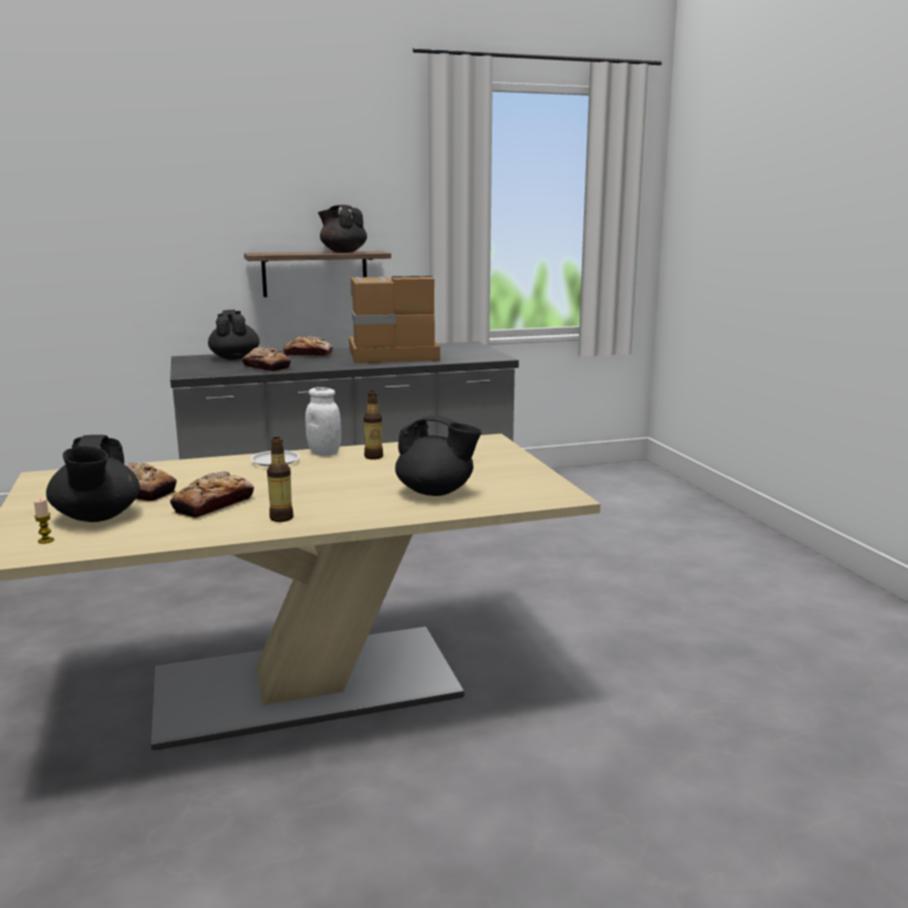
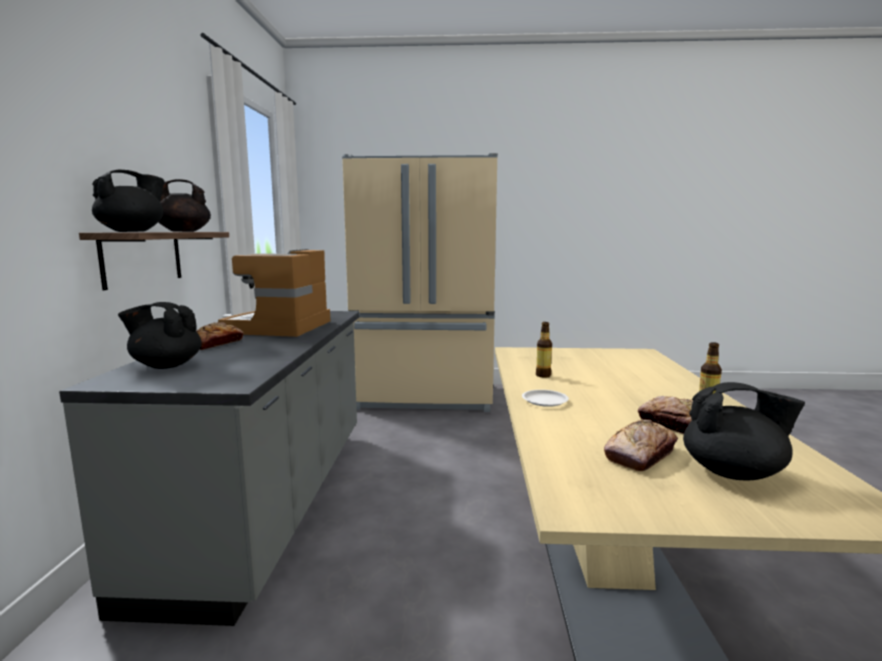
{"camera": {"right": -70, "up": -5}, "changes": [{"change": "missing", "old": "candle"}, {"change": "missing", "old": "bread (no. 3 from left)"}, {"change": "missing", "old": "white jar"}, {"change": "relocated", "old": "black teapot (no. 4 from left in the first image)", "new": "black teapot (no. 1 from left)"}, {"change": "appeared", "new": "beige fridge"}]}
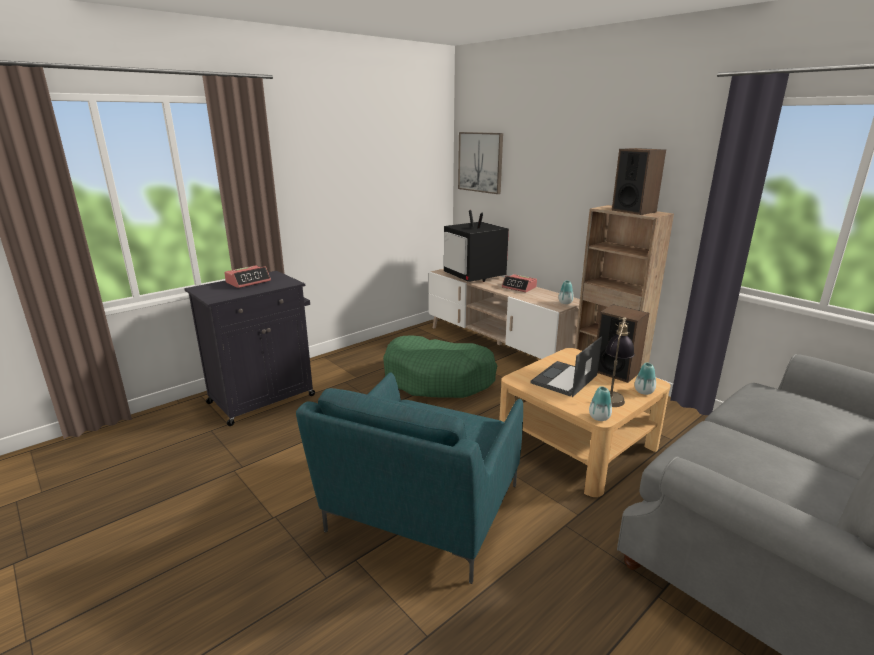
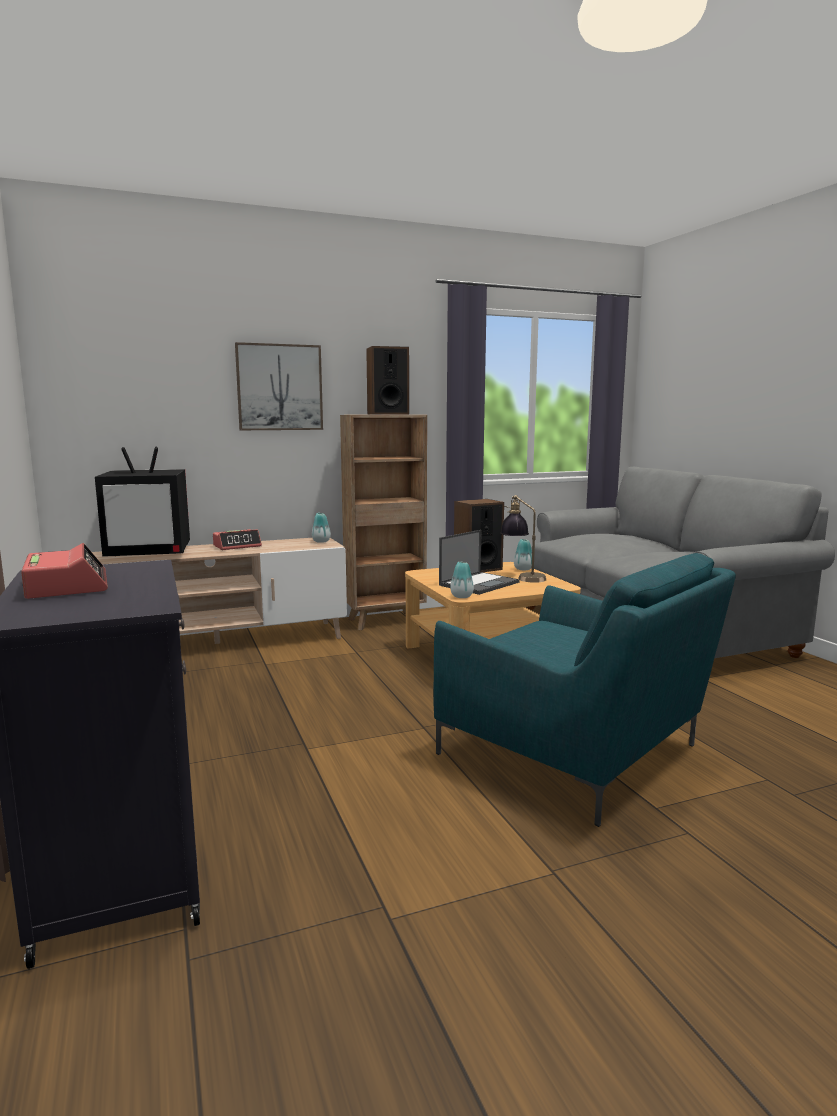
{"camera": {"right": -70, "up": -10}, "changes": [{"change": "missing", "old": "green dog bed"}, {"change": "relocated", "old": "picture"}, {"change": "spun", "old": "laptop", "degrees": -105}, {"change": "relocated", "old": "vase (no. 2 from left)"}]}
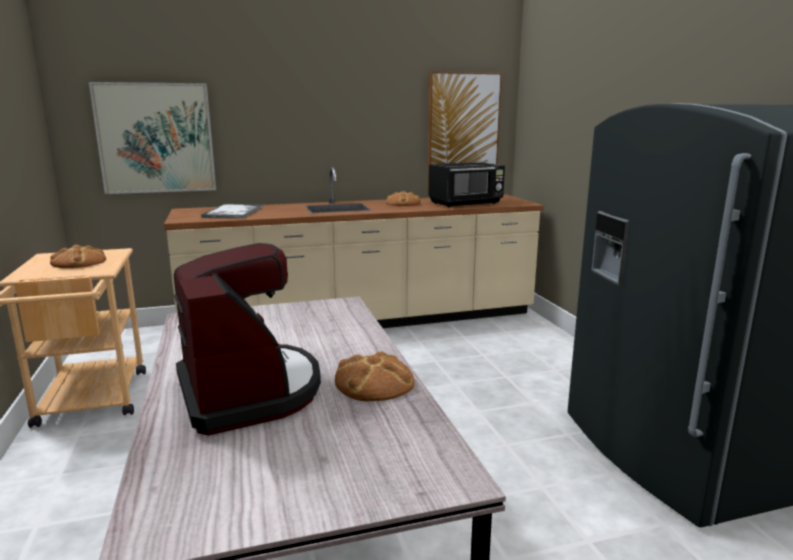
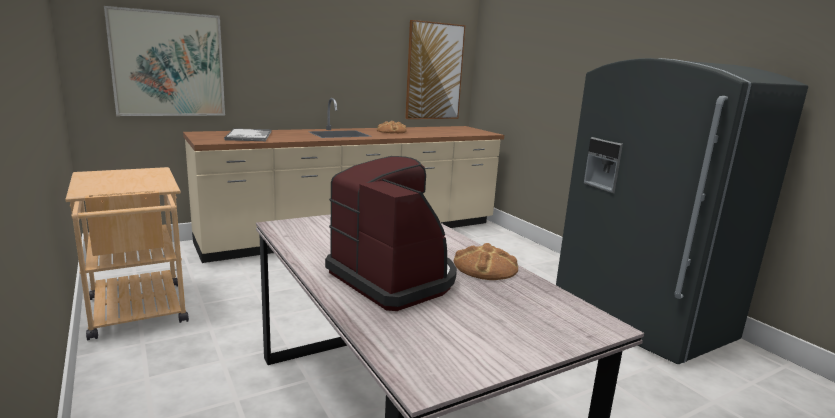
{"camera": {"right": -15, "up": 0}, "changes": [{"change": "missing", "old": "bread (no. 1 from left)"}, {"change": "missing", "old": "black microwave"}]}
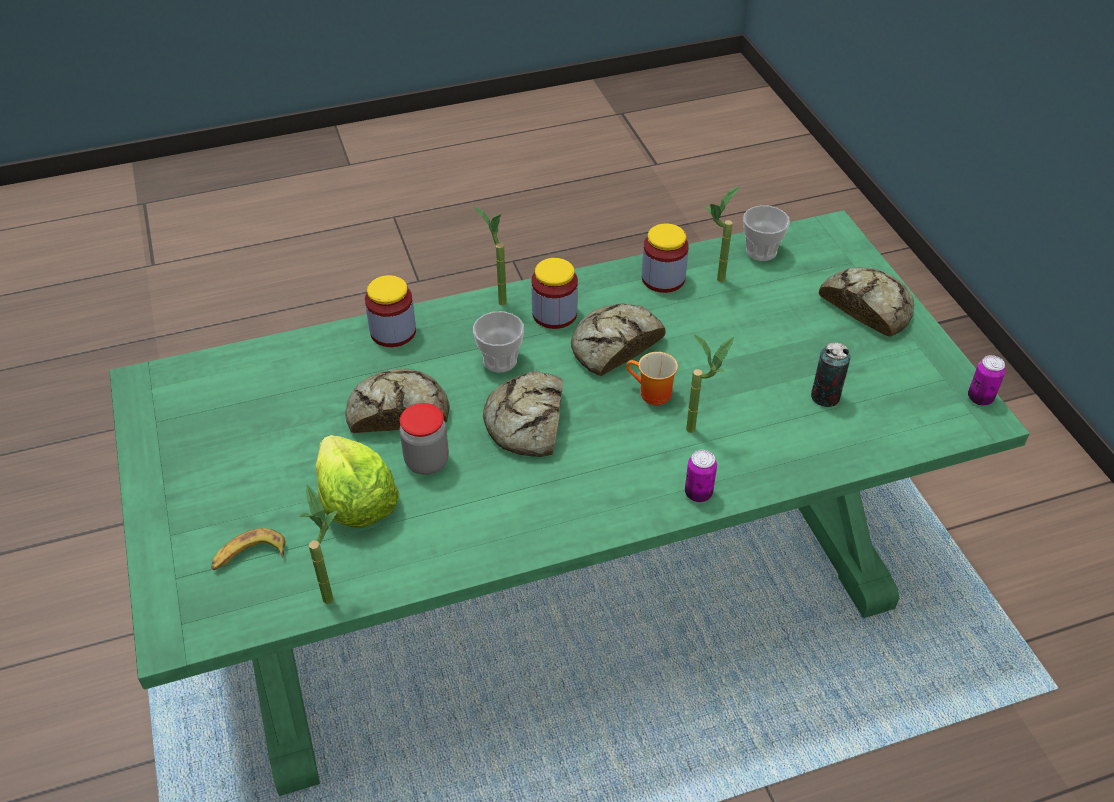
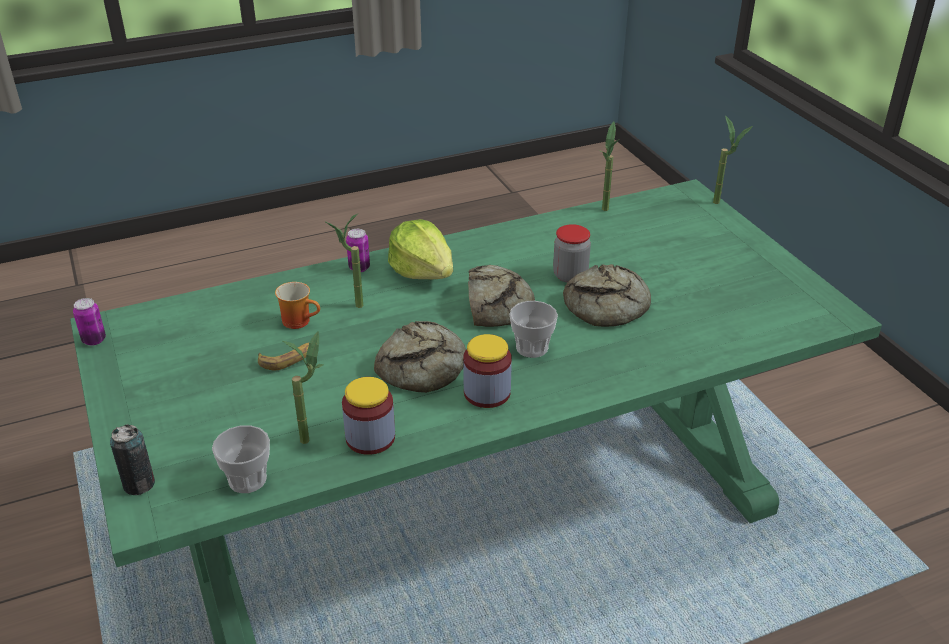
{"camera": {"right": 175, "up": -10}, "changes": [{"change": "relocated", "old": "banana"}, {"change": "relocated", "old": "lettuce"}, {"change": "missing", "old": "jar (no. 1 from left)"}, {"change": "relocated", "old": "potted plant (no. 2 from left in the first image)", "new": "potted plant (no. 4 from left)"}, {"change": "relocated", "old": "mug"}, {"change": "relocated", "old": "can (no. 2 from left)"}, {"change": "missing", "old": "bread (no. 4 from left)"}]}
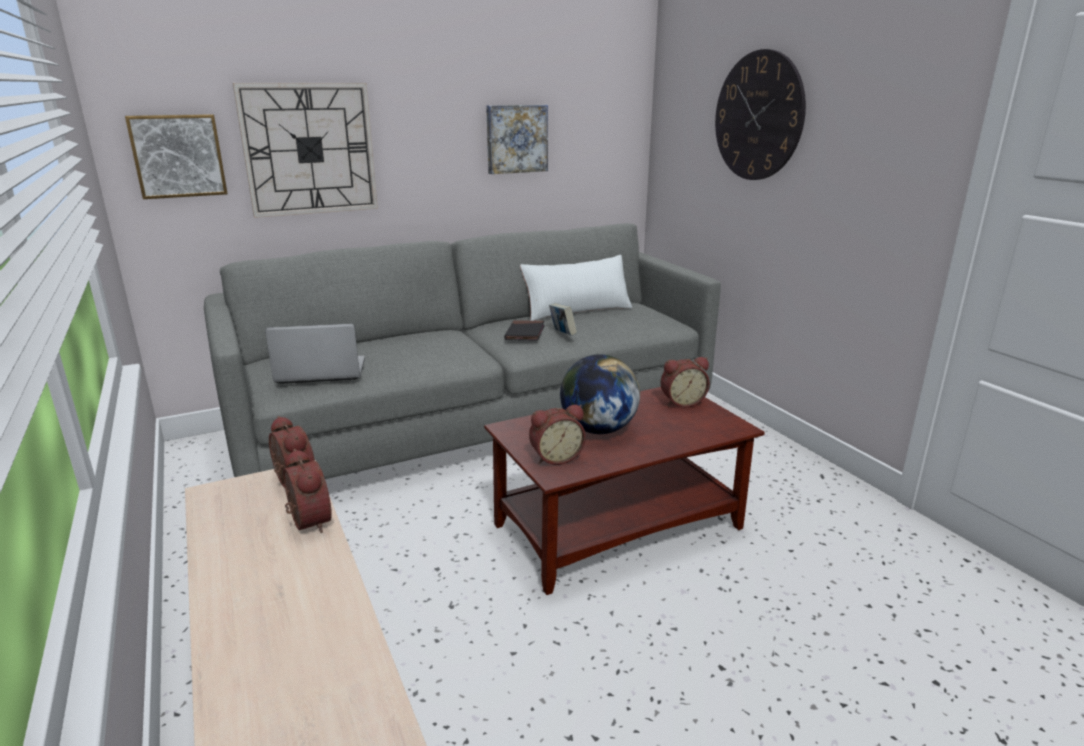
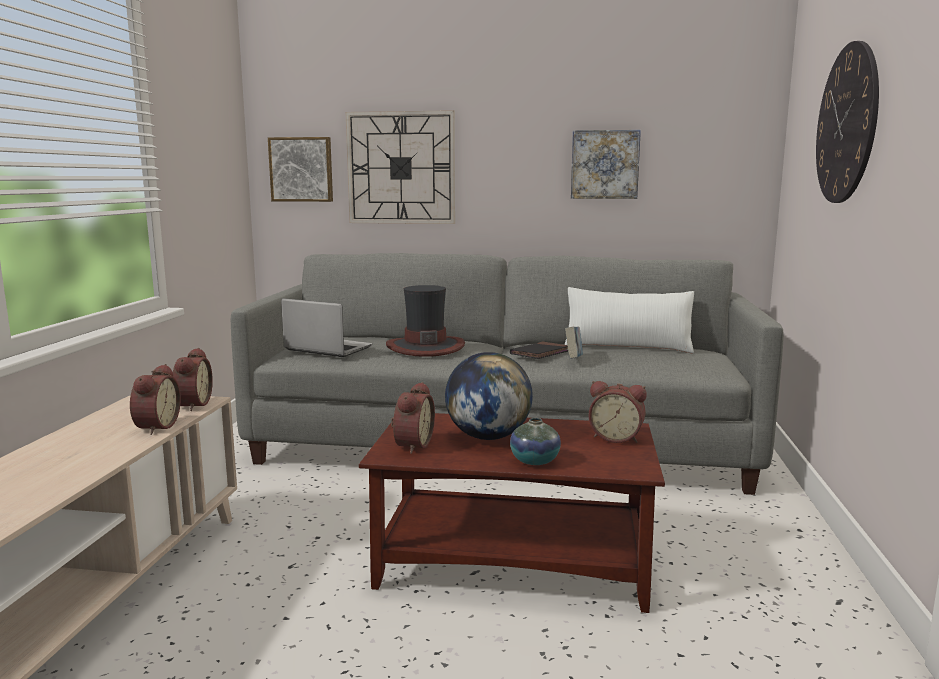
{"camera": {"right": 35, "up": -10}, "changes": [{"change": "spun", "old": "alarm clock (no. 3 from left)", "degrees": -90}, {"change": "appeared", "new": "hat"}, {"change": "appeared", "new": "vase"}]}
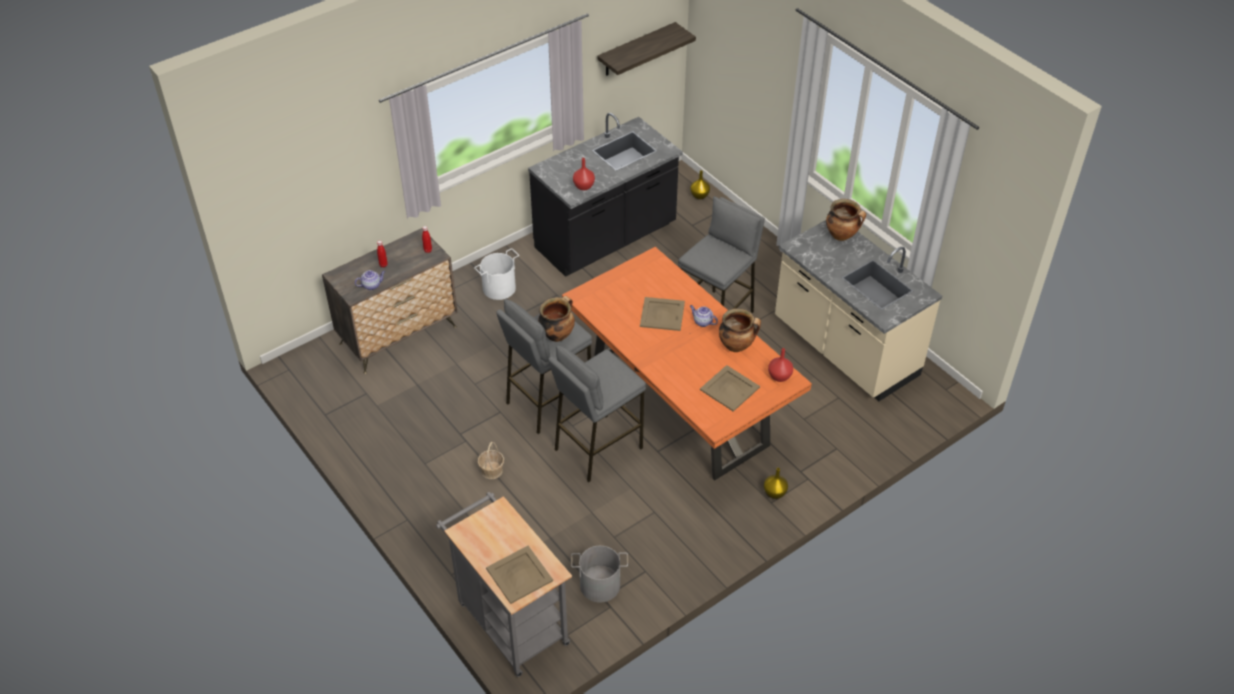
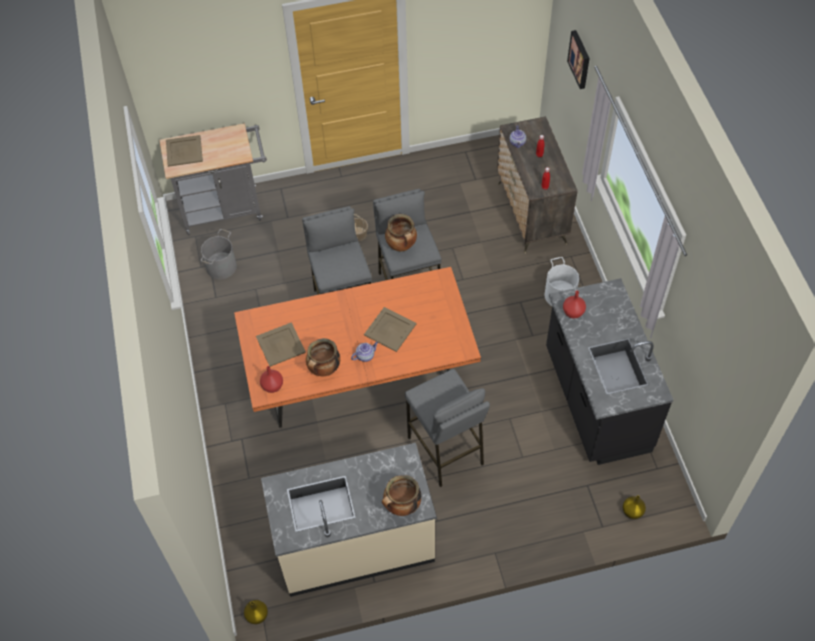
{"camera": {"right": 115, "up": 10}, "changes": [{"change": "missing", "old": "shelf"}, {"change": "relocated", "old": "yellow vase (no. 2 from left in the first image)", "new": "yellow vase (no. 1 from left)"}, {"change": "appeared", "new": "picture"}]}
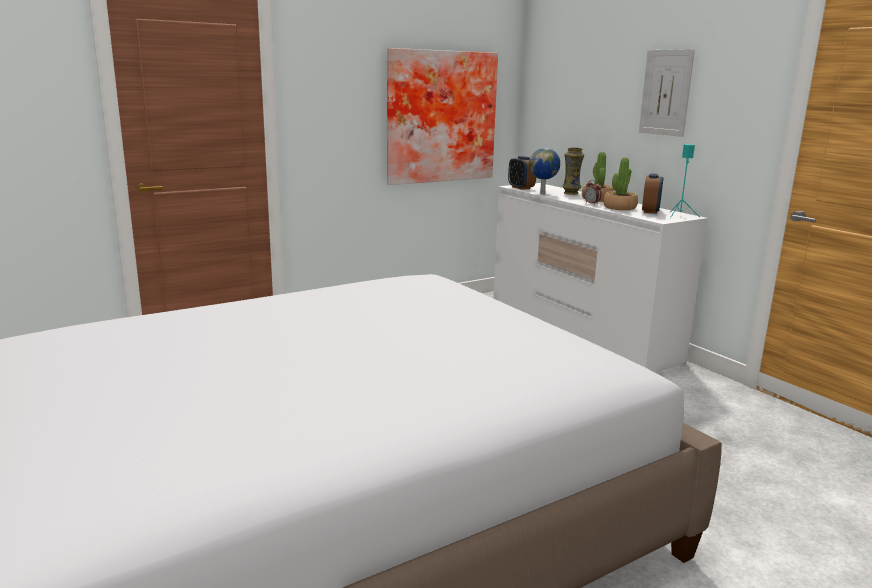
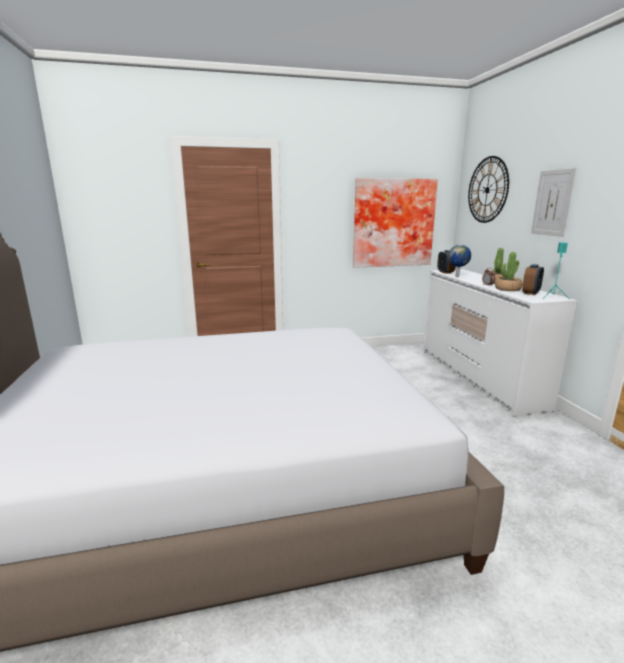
{"camera": {"right": 20, "up": 0}, "changes": [{"change": "missing", "old": "vase"}, {"change": "appeared", "new": "wall clock"}]}
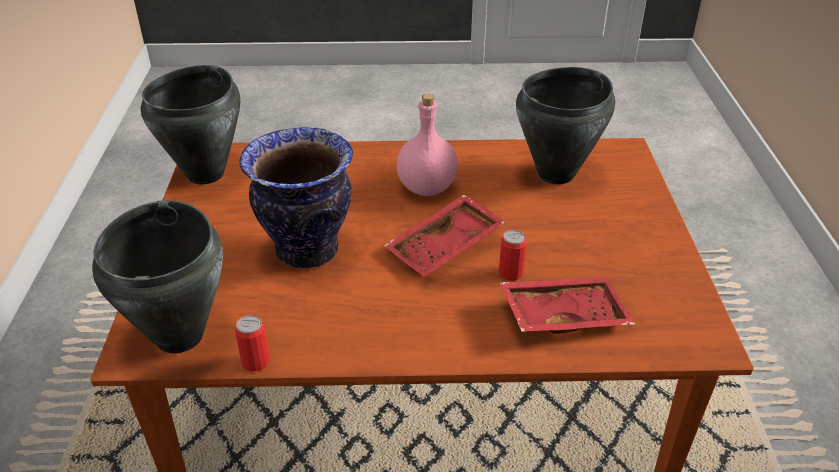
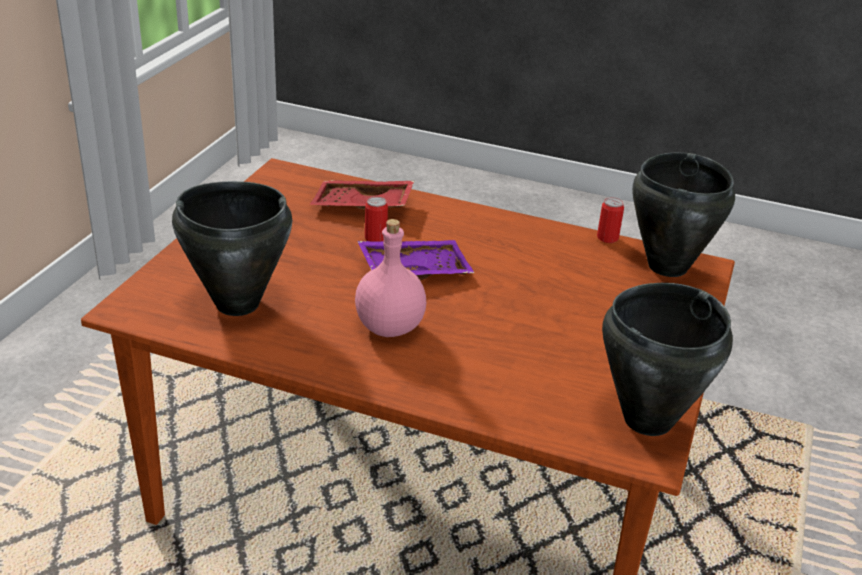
{"camera": {"right": -160, "up": -5}, "changes": [{"change": "missing", "old": "vase"}, {"change": "colour", "old": "red tray (no. 1 from left)", "new": "purple tray"}]}
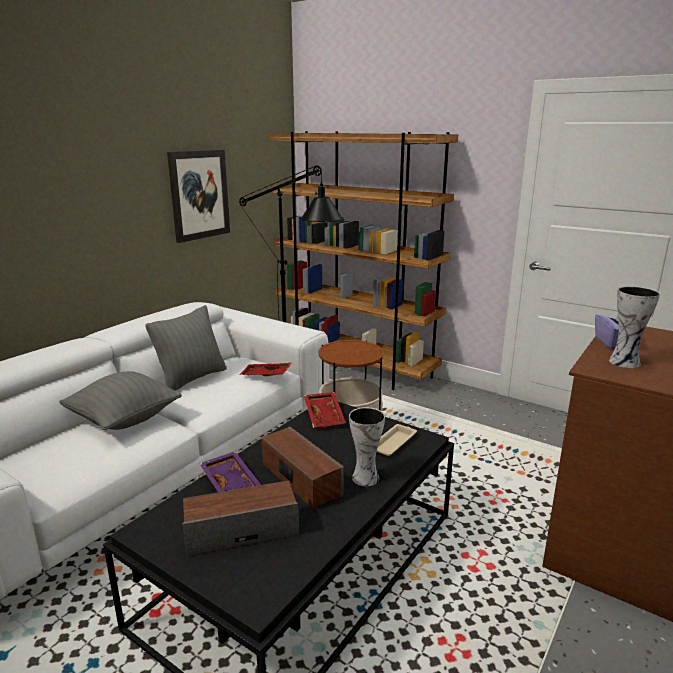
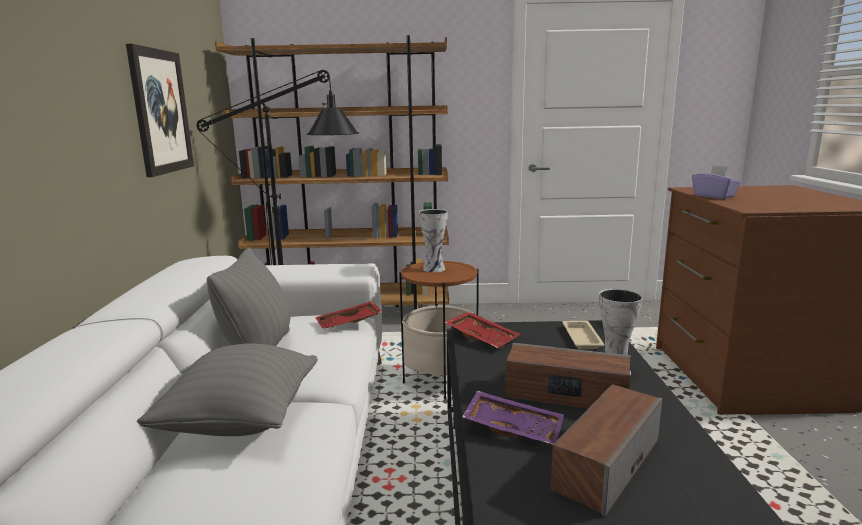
{"camera": {"right": -35, "up": -5}, "changes": [{"change": "relocated", "old": "vase (no. 2 from left in the first image)", "new": "vase (no. 1 from left)"}]}
